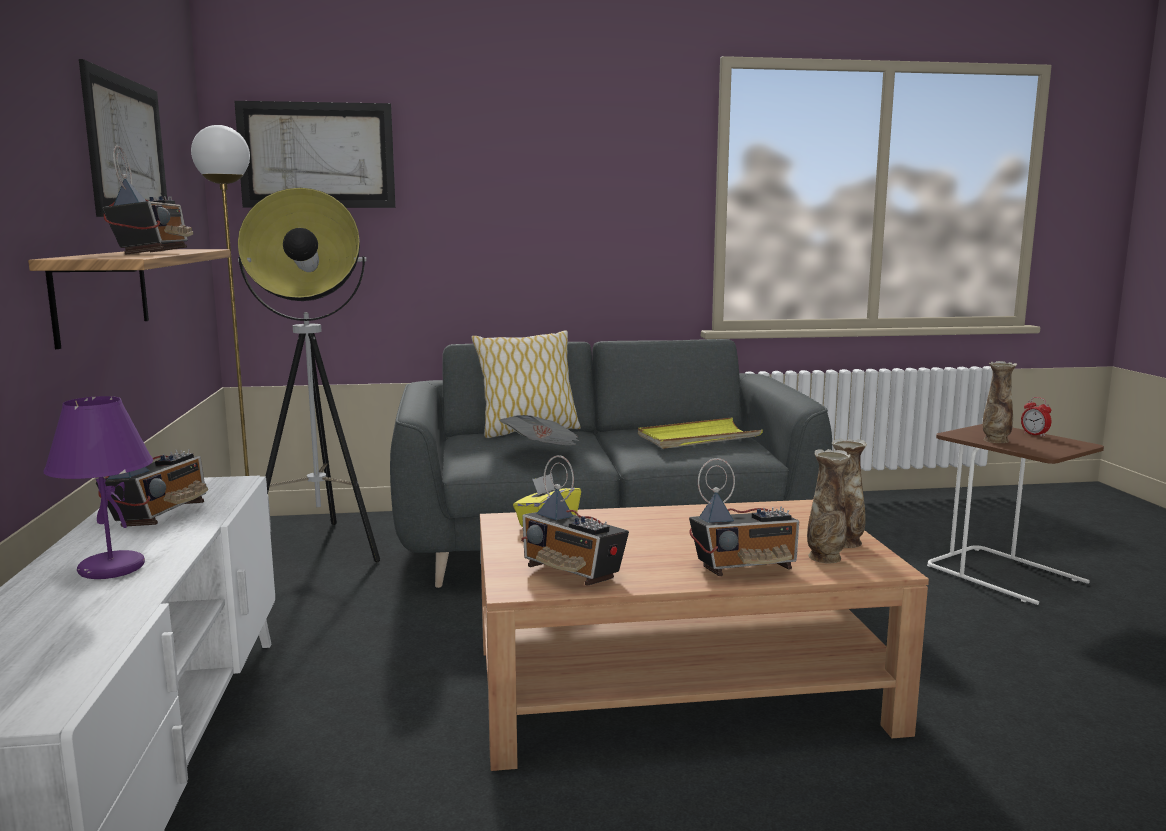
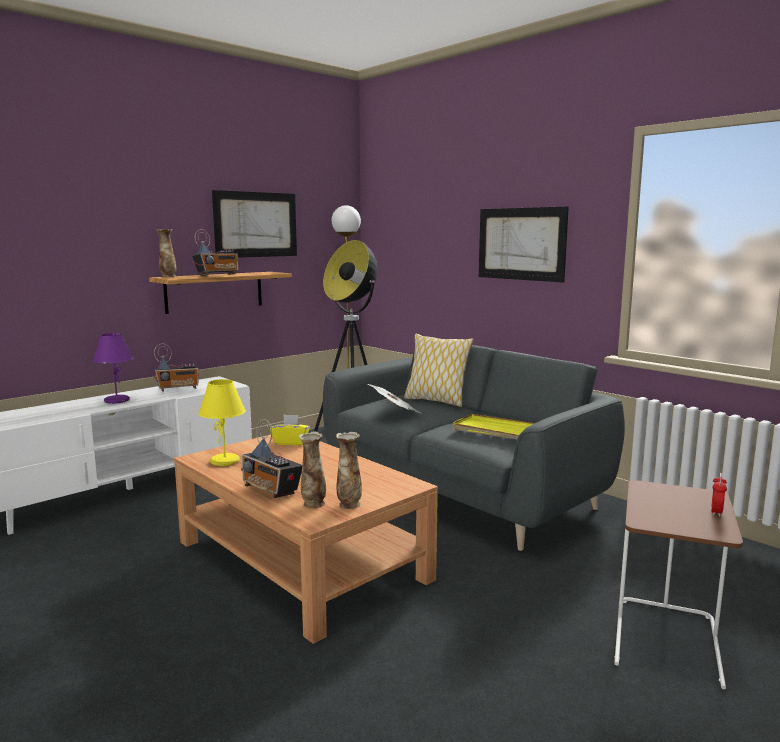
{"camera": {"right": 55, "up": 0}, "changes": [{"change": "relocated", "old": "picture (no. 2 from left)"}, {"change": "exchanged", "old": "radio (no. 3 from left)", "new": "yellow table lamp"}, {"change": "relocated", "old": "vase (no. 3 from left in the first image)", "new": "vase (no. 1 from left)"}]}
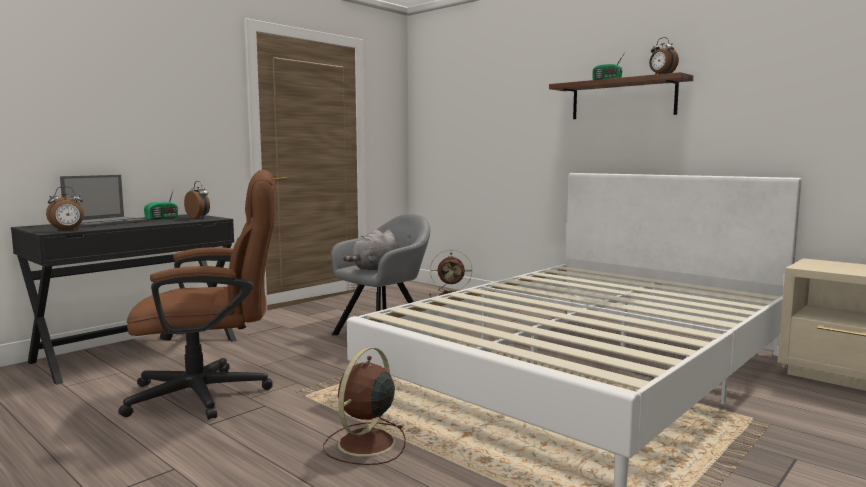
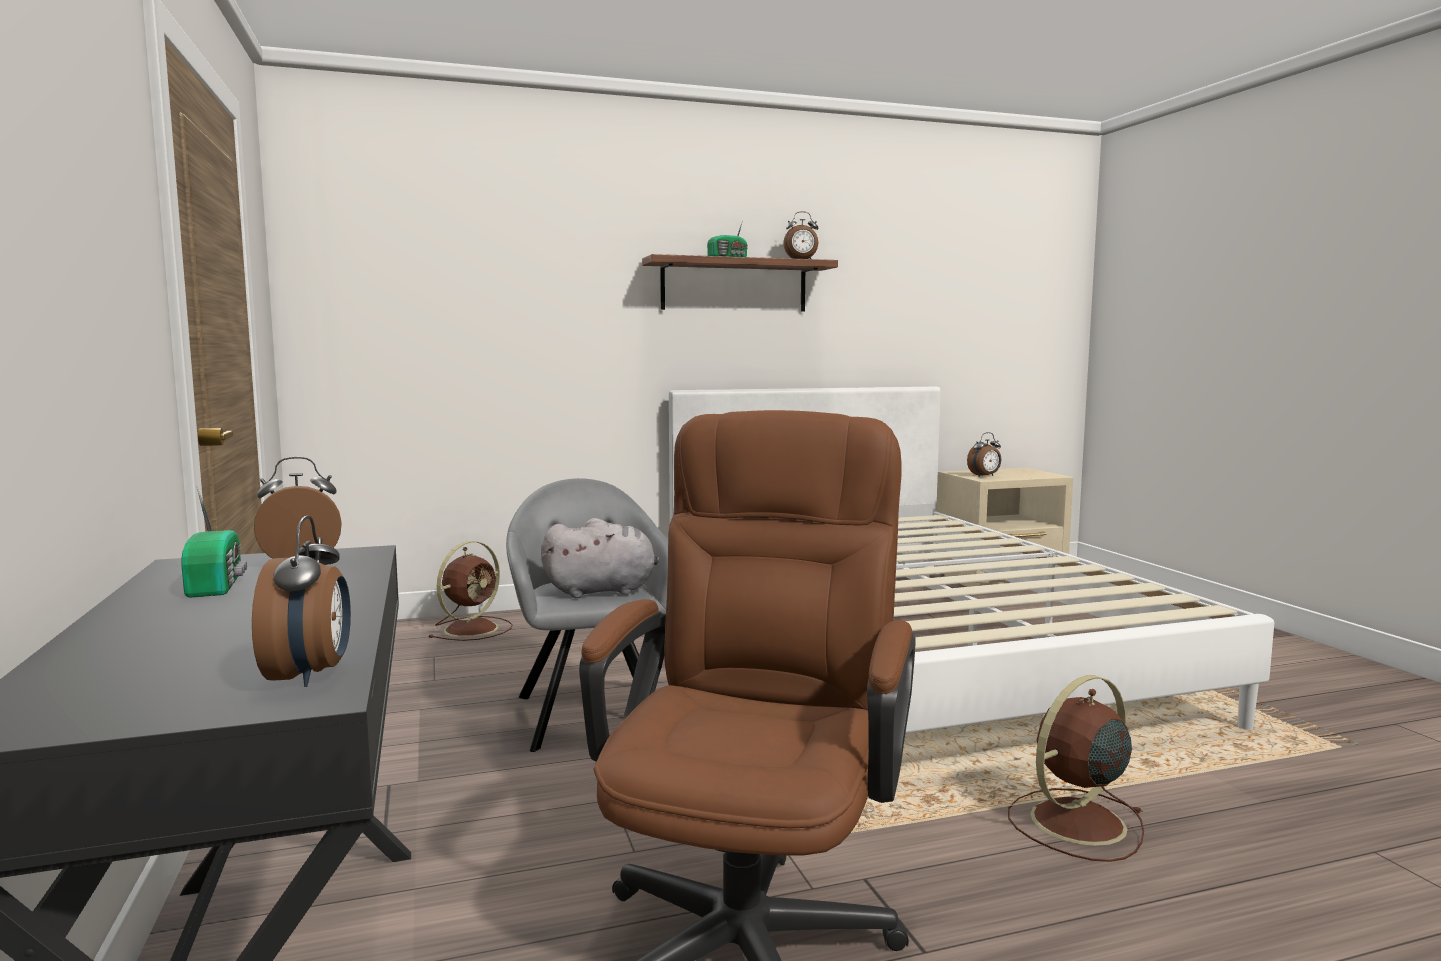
{"camera": {"right": -60, "up": 0}, "changes": [{"change": "missing", "old": "laptop"}, {"change": "spun", "old": "brown fan (no. 1 from left in the first image)", "degrees": 90}, {"change": "spun", "old": "grey plush toy", "degrees": -75}, {"change": "appeared", "new": "alarm clock (no. 4 from left)"}]}
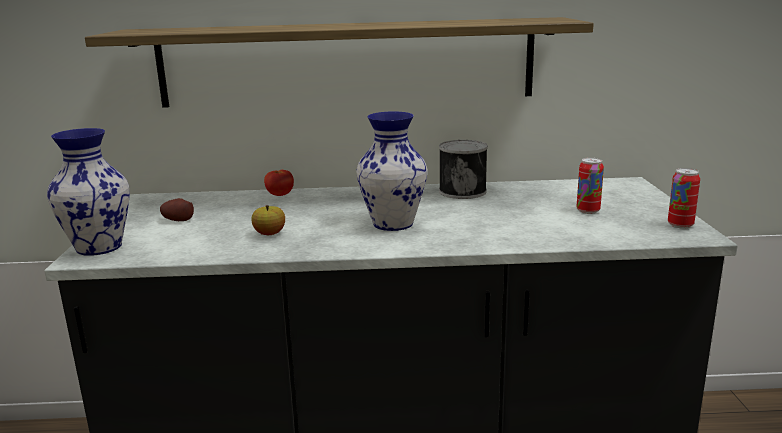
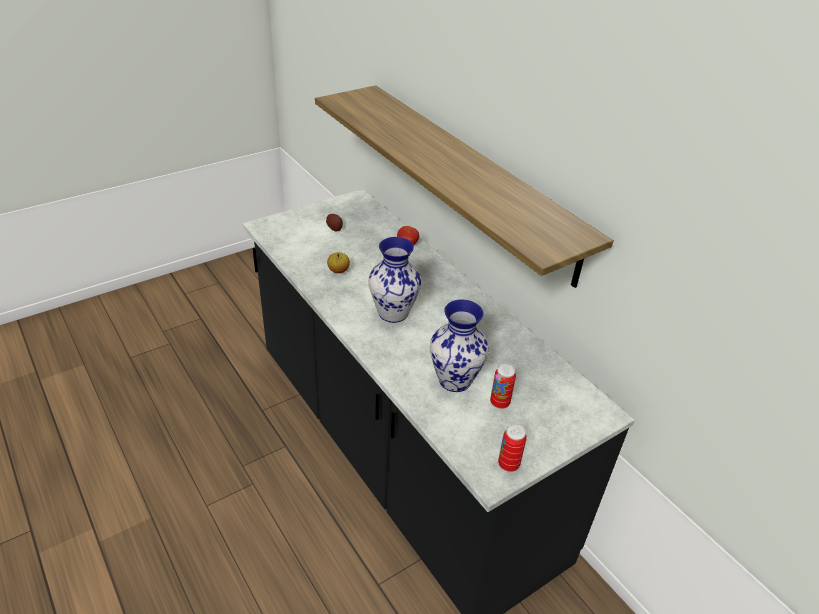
{"camera": {"right": 55, "up": 20}, "changes": [{"change": "relocated", "old": "vase (no. 1 from left in the first image)", "new": "vase (no. 2 from left)"}, {"change": "missing", "old": "can (no. 1 from left)"}]}
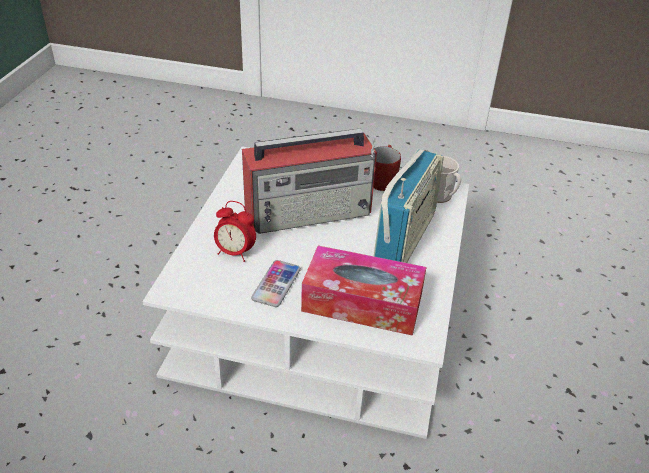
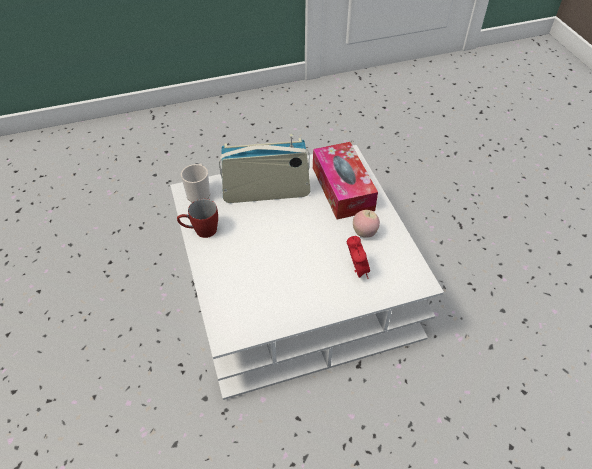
{"camera": {"right": -120, "up": 10}, "changes": [{"change": "missing", "old": "radio (no. 1 from left)"}, {"change": "exchanged", "old": "phone", "new": "apple"}]}
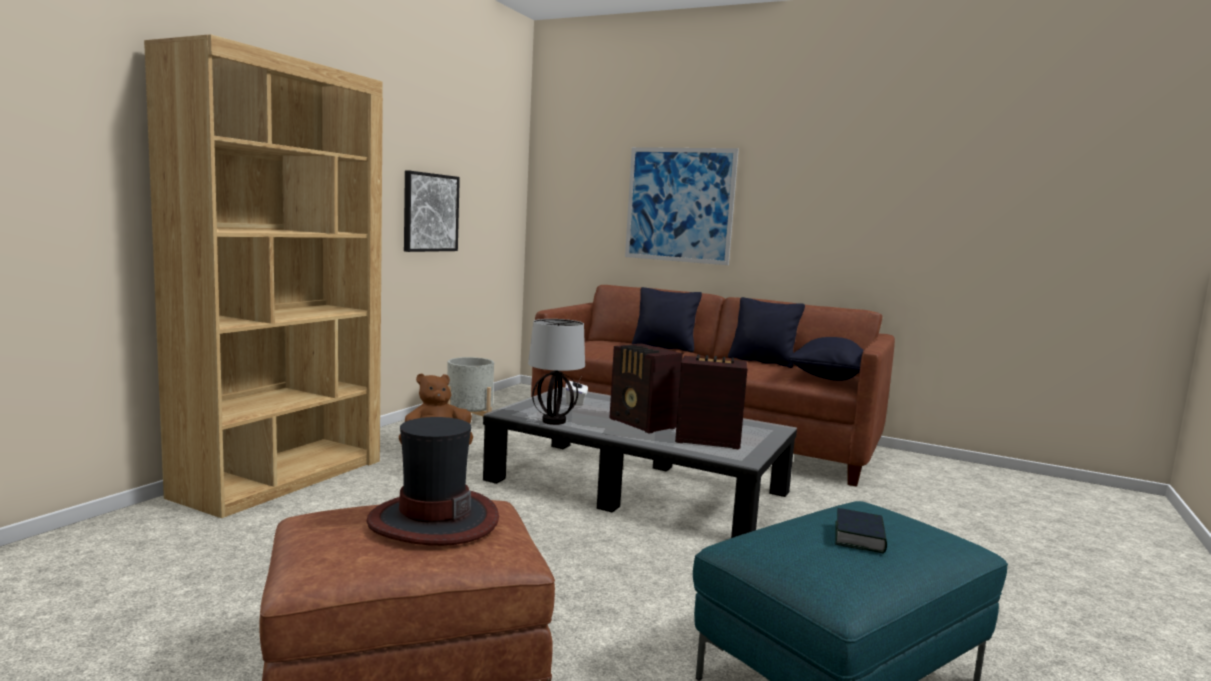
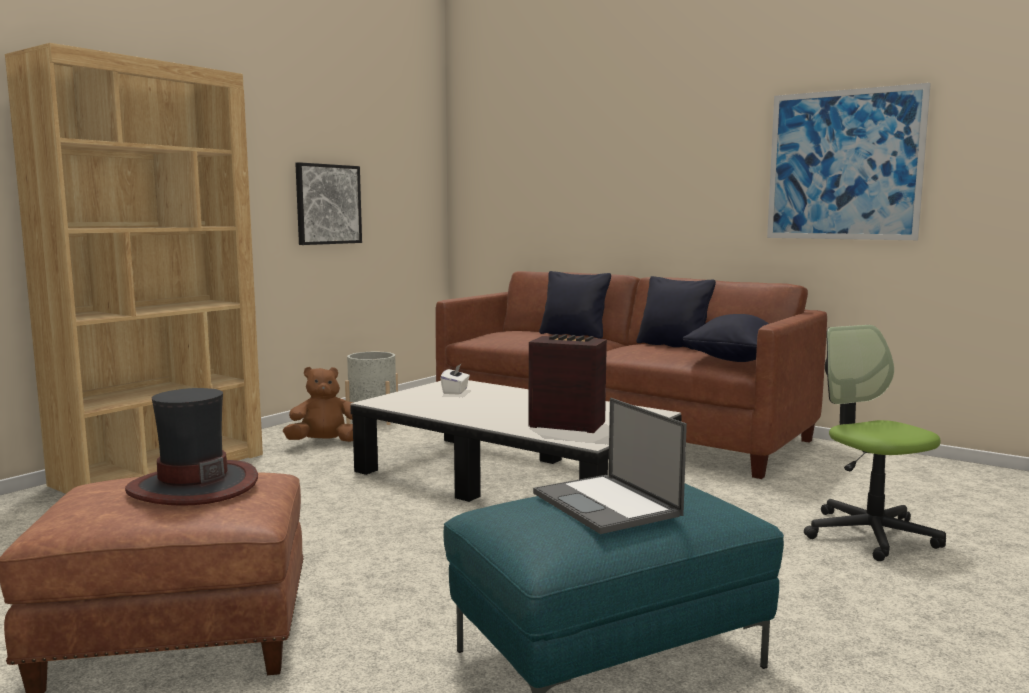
{"camera": {"right": 10, "up": 0}, "changes": [{"change": "missing", "old": "table lamp"}, {"change": "missing", "old": "radio (no. 1 from left)"}, {"change": "relocated", "old": "picture (no. 2 from left)"}, {"change": "exchanged", "old": "book", "new": "laptop"}, {"change": "appeared", "new": "office chair"}]}
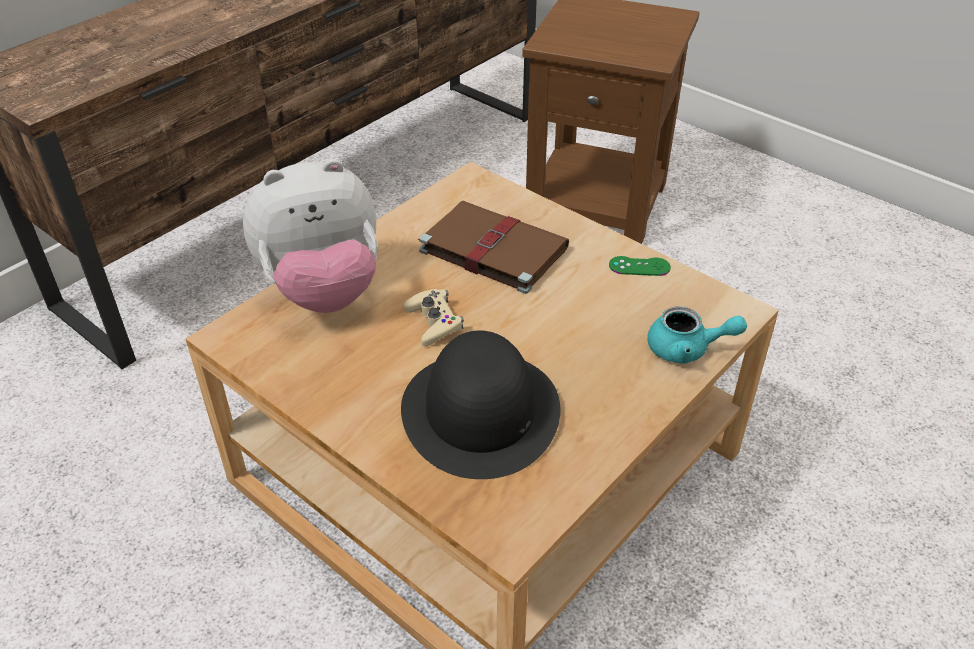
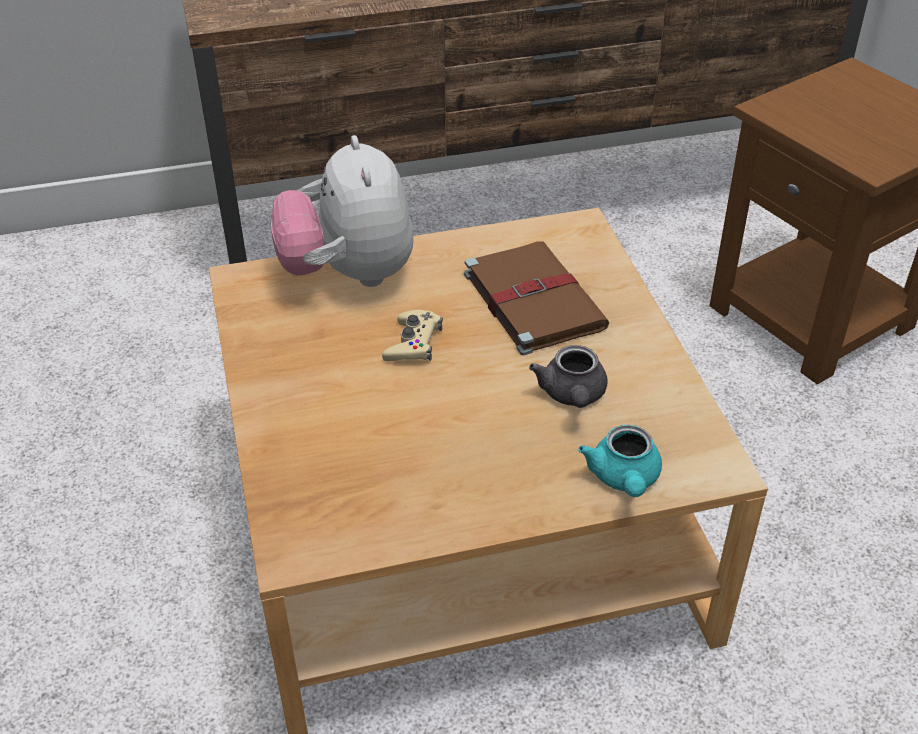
{"camera": {"right": 35, "up": 0}, "changes": [{"change": "spun", "old": "plush toy", "degrees": 60}, {"change": "missing", "old": "black hat"}, {"change": "missing", "old": "green game controller"}, {"change": "spun", "old": "turquoise teapot", "degrees": 45}, {"change": "appeared", "new": "grey teapot"}]}
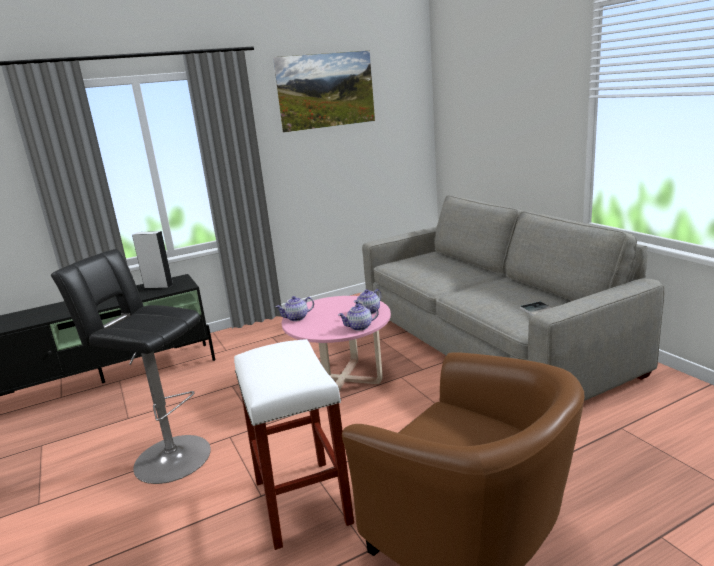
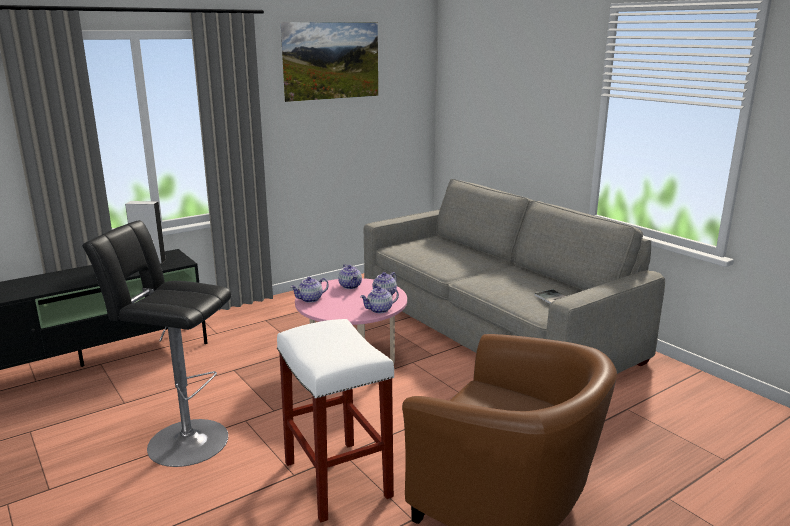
{"camera": {"right": -10, "up": 0}, "changes": [{"change": "appeared", "new": "teapot (no. 2 from left)"}]}
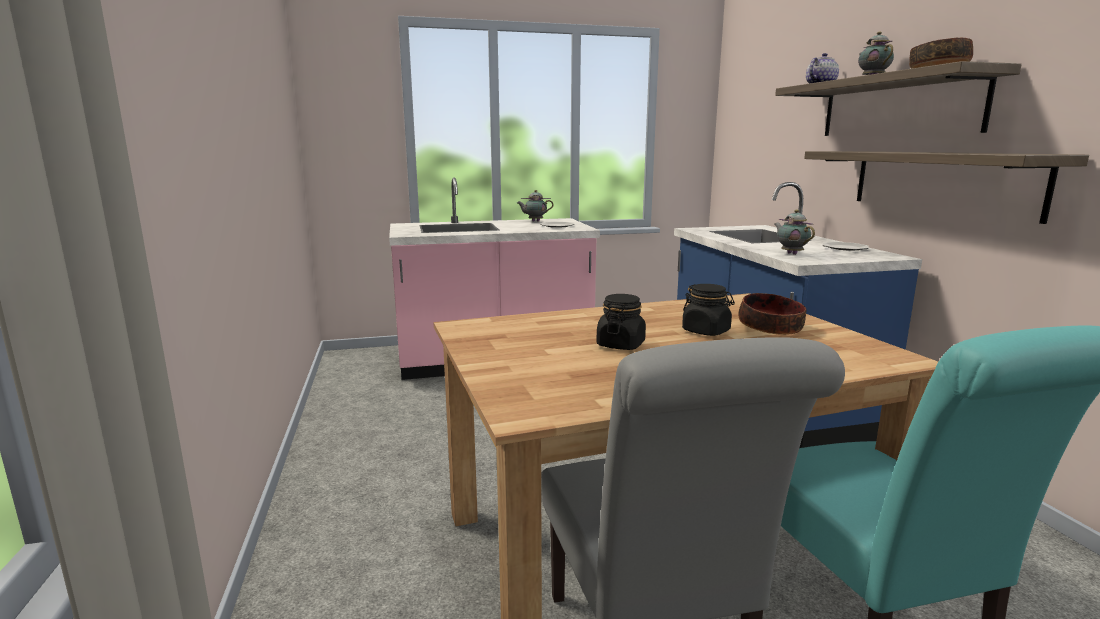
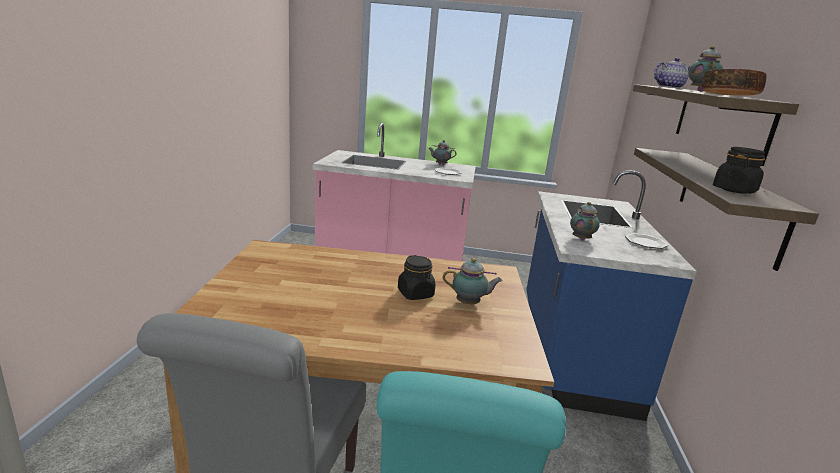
{"camera": {"right": 20, "up": 5}, "changes": [{"change": "relocated", "old": "black jar (no. 1 from left in the first image)", "new": "black jar (no. 2 from left)"}, {"change": "exchanged", "old": "bowl (no. 1 from left)", "new": "teapot (no. 2 from left)"}]}
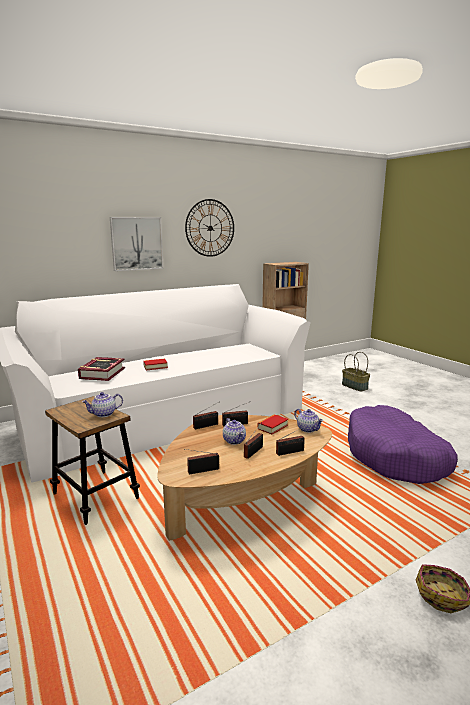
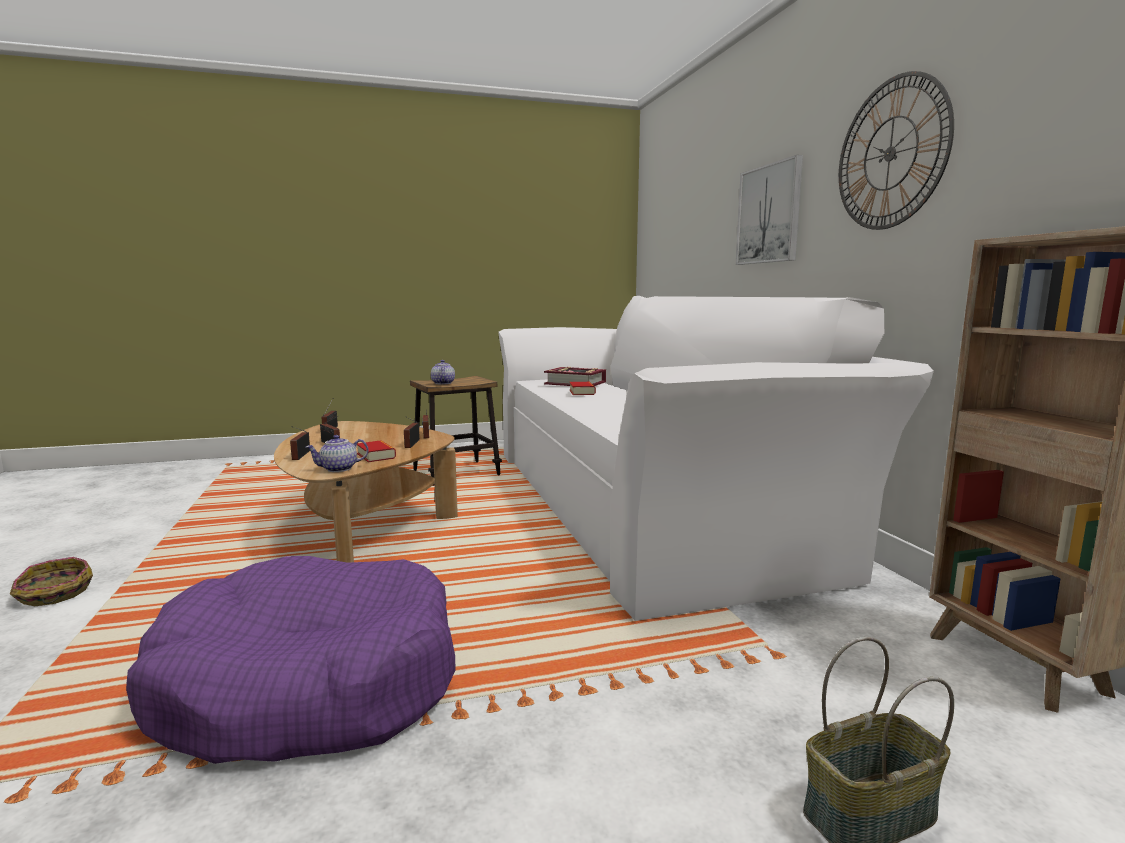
{"camera": {"right": 105, "up": -5}, "changes": [{"change": "missing", "old": "teapot (no. 2 from left)"}]}
